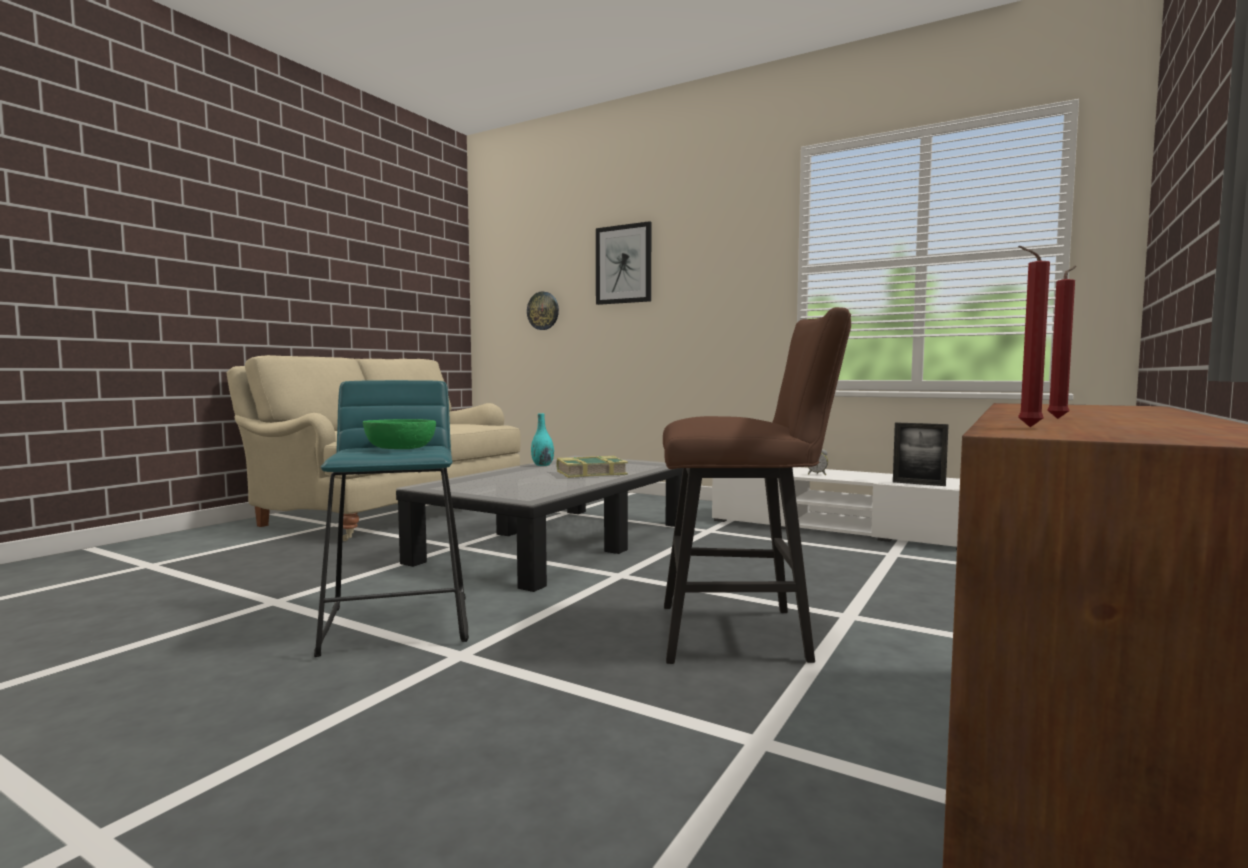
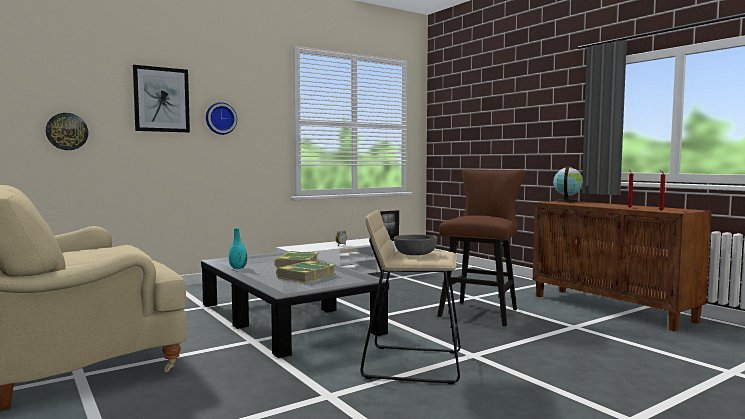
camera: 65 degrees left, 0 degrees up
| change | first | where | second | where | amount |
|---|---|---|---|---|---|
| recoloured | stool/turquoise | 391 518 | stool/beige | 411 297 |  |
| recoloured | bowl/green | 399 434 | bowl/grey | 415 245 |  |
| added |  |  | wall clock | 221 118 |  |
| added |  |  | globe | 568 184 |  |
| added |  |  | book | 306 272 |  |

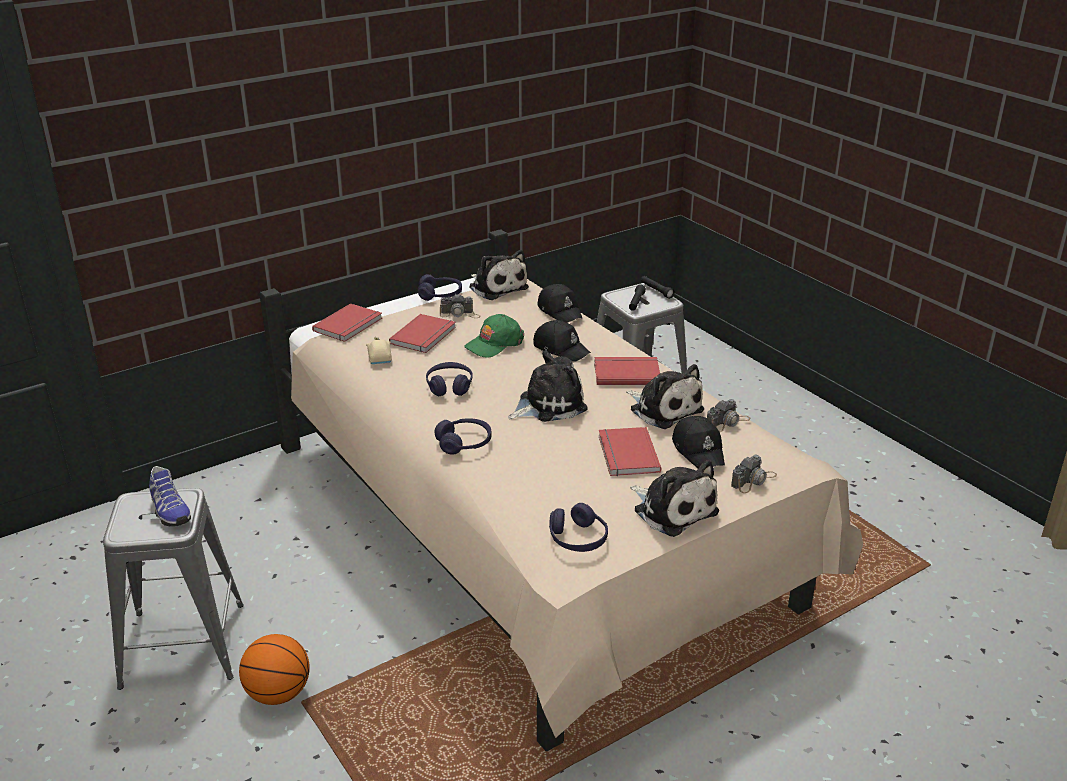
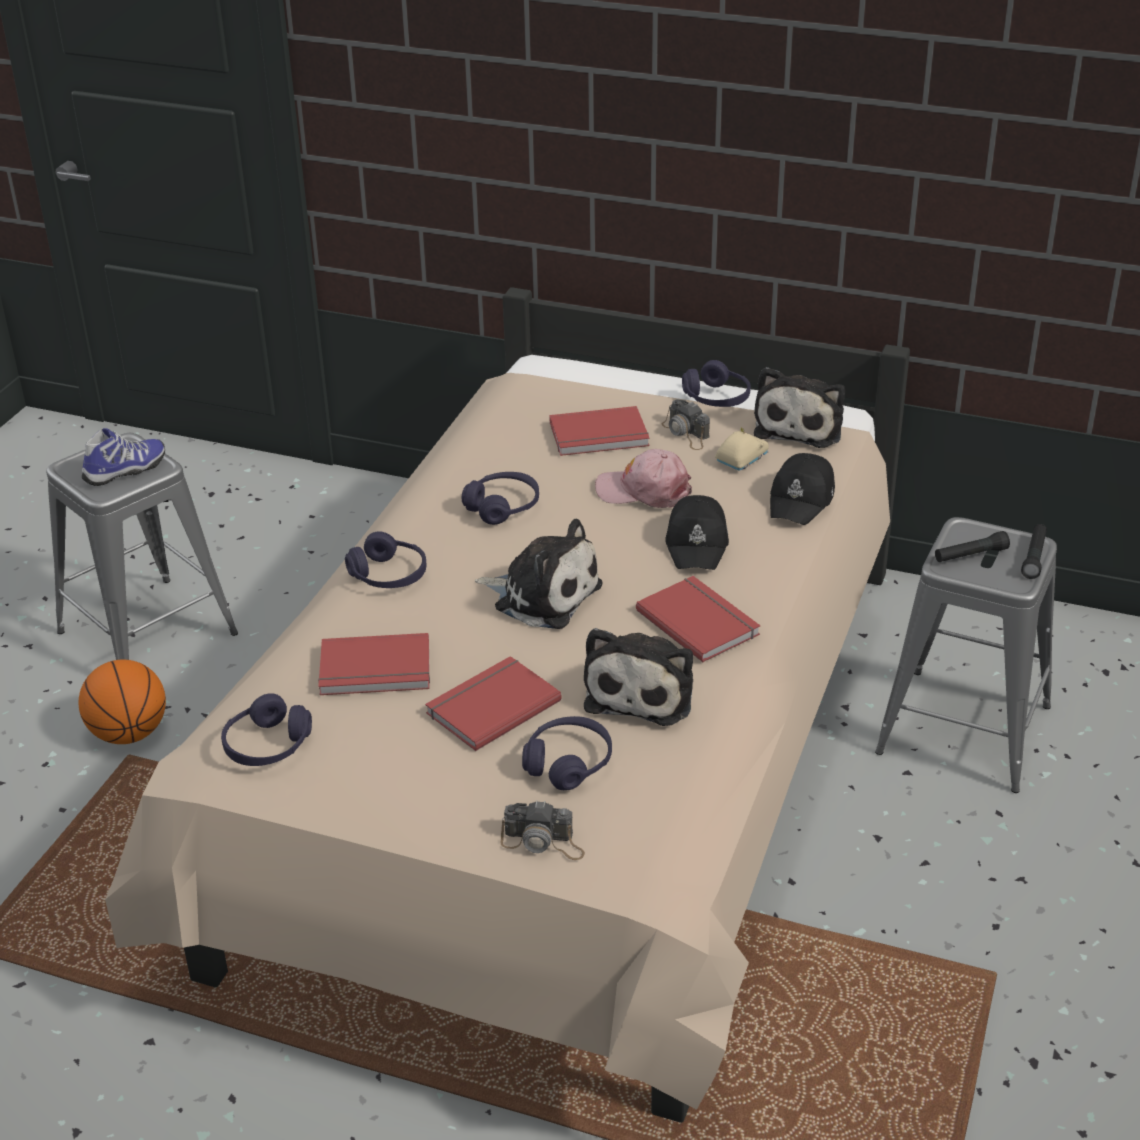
camera: 55 degrees right, 5 degrees up
| change | first | where | second | where | amount |
|---|---|---|---|---|---|
| moved | book/red | 347 322 |  | 374 664 |  |
| recoloured | cap/green | 494 336 | cap/pink | 643 478 |  |
| moved | toy car/beige | 379 350 |  | 742 449 |  |
| removed | photo camera | 729 415 |  |  |  |
| replaced | cap/black | 698 442 | headphones/purple | 567 753 |  |
| removed | plush toy | 674 498 |  |  |  |
| turned | shoe | 170 496 |  | 123 457 | 150 degrees counterclockwise |

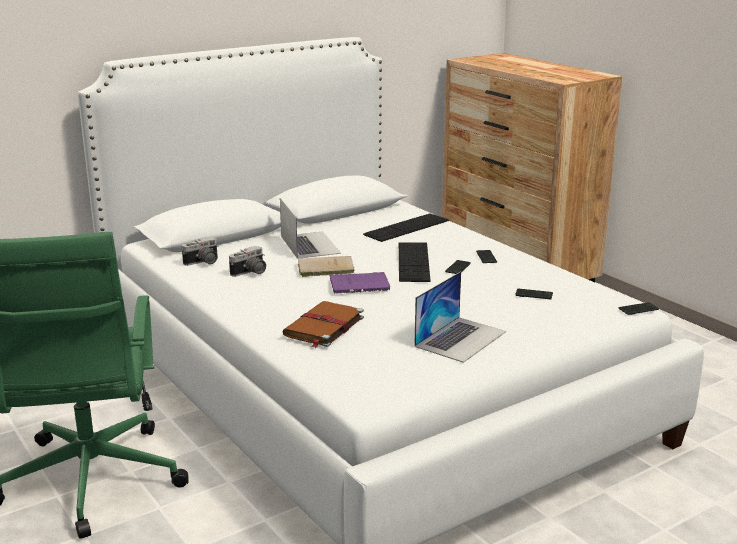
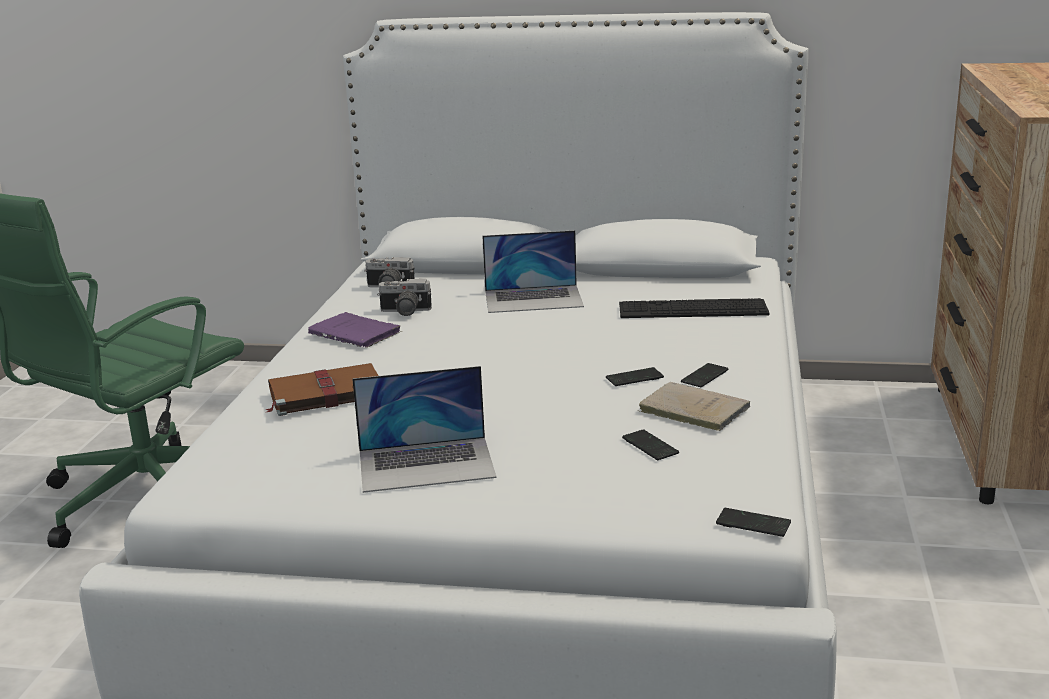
camera: 45 degrees right, 0 degrees up
| change | first | where | second | where | amount |
|---|---|---|---|---|---|
| turned | laptop | 310 228 |  | 533 271 | 60 degrees clockwise |
| removed | keyboard | 414 262 |  |  |  |
| moved | book/beige | 326 266 |  | 694 406 |  |
| moved | book/purple | 359 283 |  | 355 330 |  |

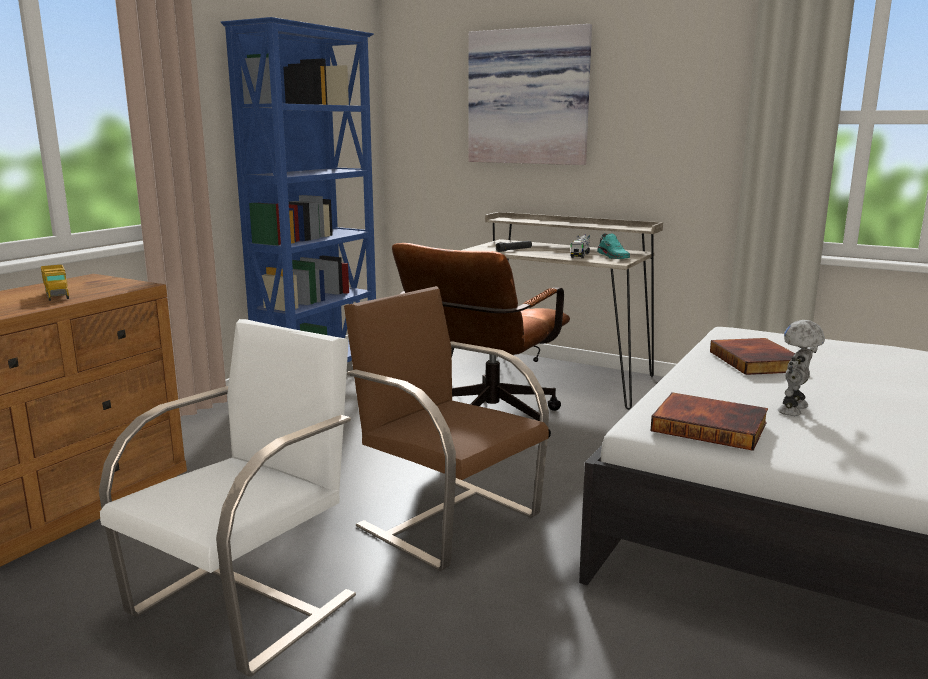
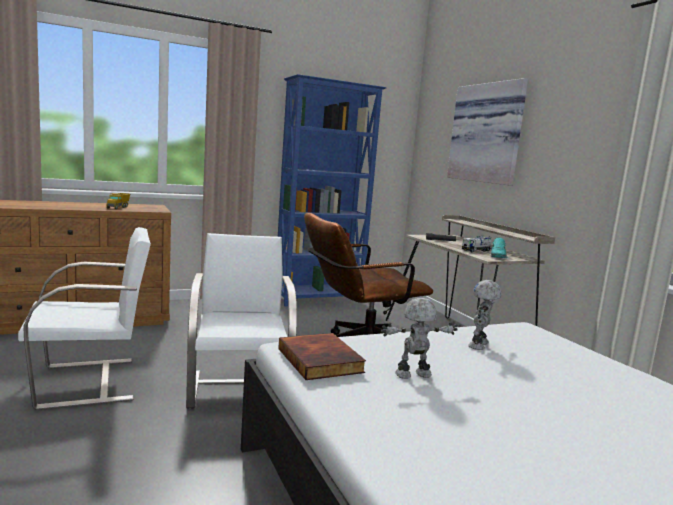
camera: 35 degrees right, 5 degrees down
| change | first | where | second | where | amount |
|---|---|---|---|---|---|
| recoloured | chair/brown | 446 428 | chair/white | 241 321 |  |
| replaced | book | 752 356 | toy robot | 485 315 |  |

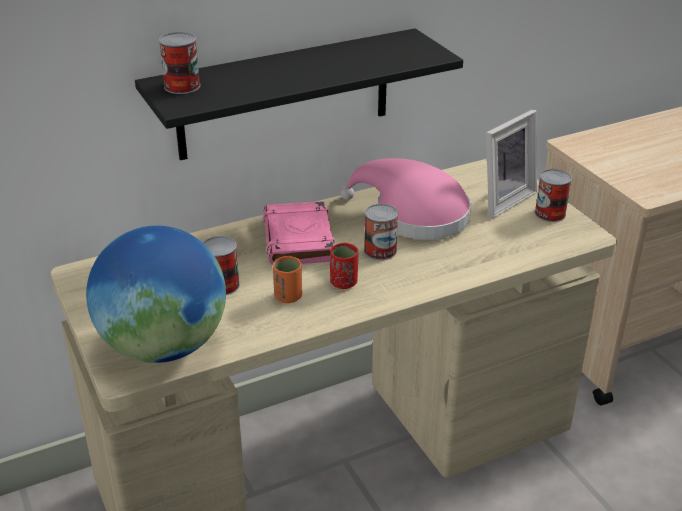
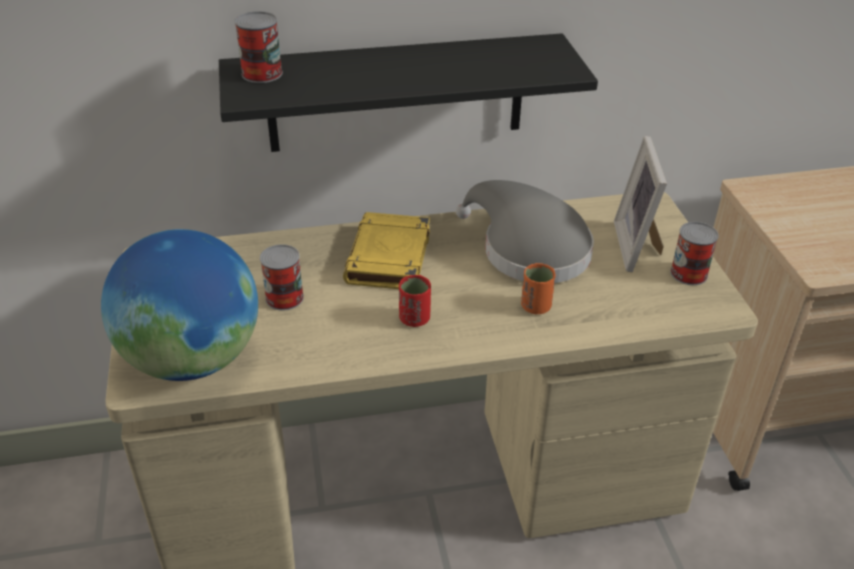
camera: 15 degrees right, 5 degrees up
| change | first | where | second | where | amount |
|---|---|---|---|---|---|
| turned | picture frame | 511 163 |  | 640 204 | 120 degrees clockwise |
| recoloured | hat/pink | 406 199 | hat/grey | 525 231 |  |
| recoloured | book/pink | 298 233 | book/yellow | 386 250 |  |
| removed | can | 381 232 |  |  |  |
| moved | cup/orange | 287 279 |  | 538 288 |  |

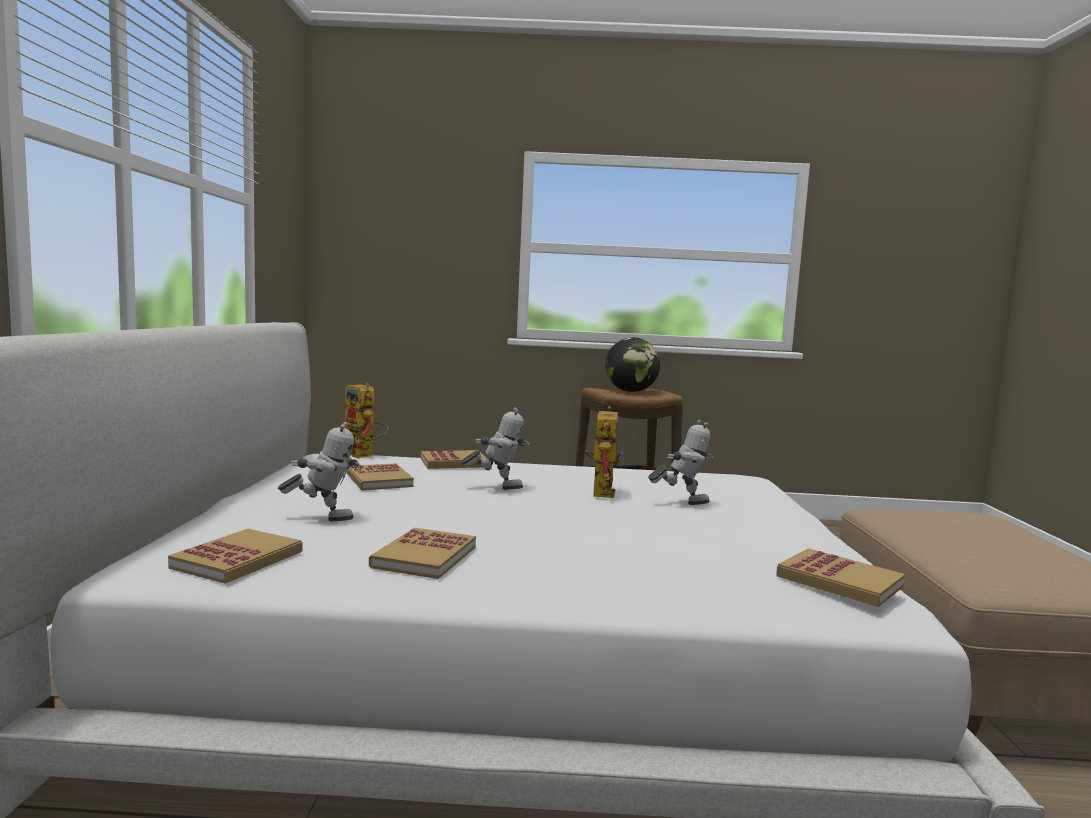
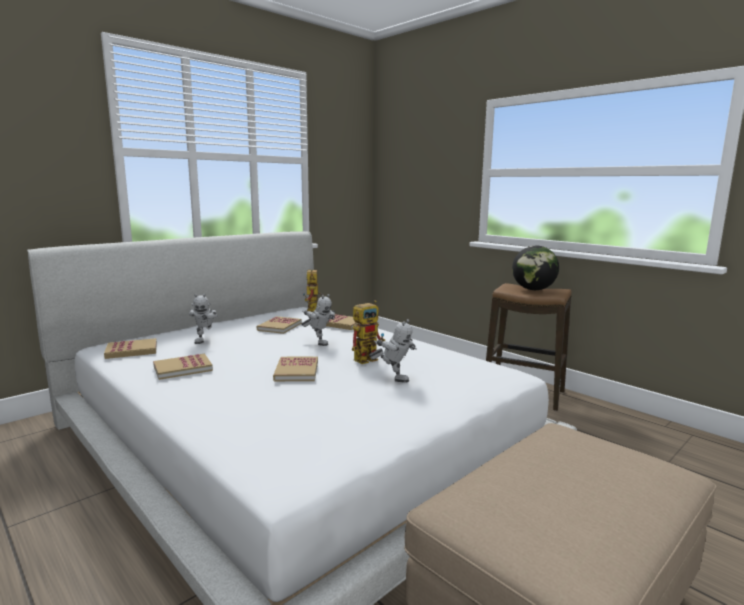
camera: 45 degrees right, 5 degrees up
| change | first | where | second | where | amount |
|---|---|---|---|---|---|
| turned | toy robot | 320 471 |  | 203 319 | 45 degrees clockwise |
| moved | book | 840 577 |  | 295 368 |  |

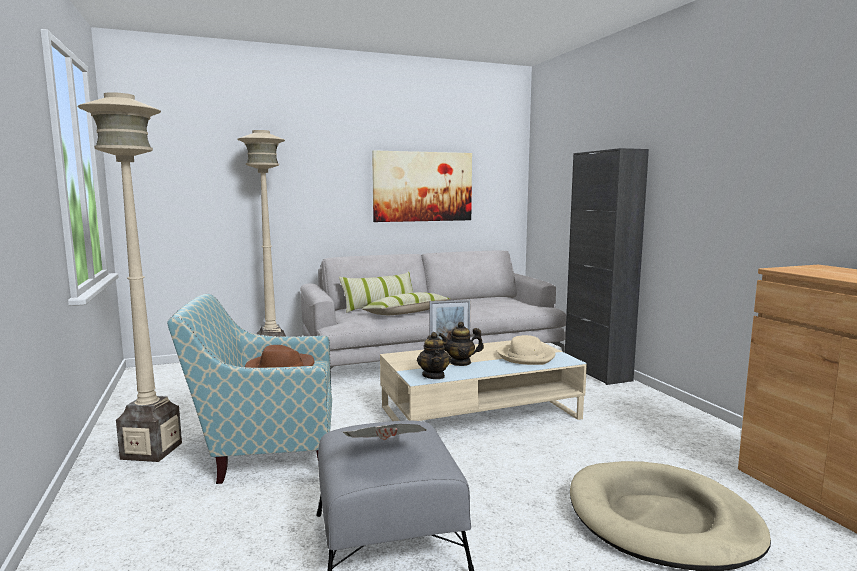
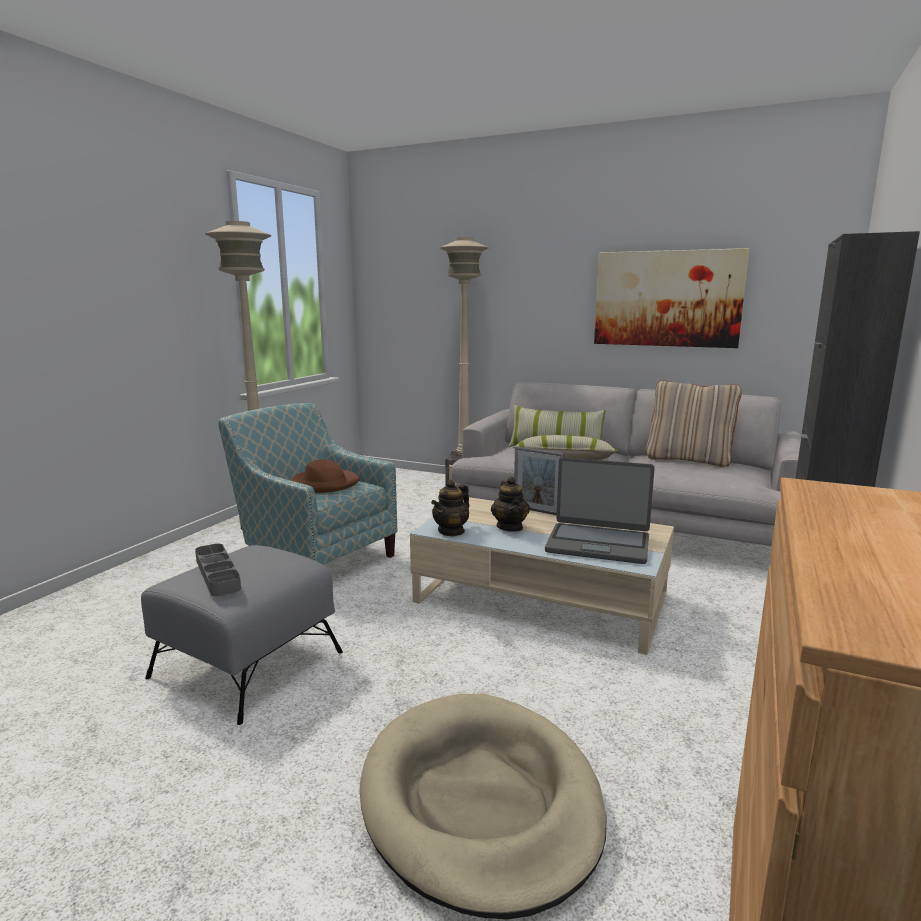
camera: 45 degrees right, 5 degrees up
| change | first | where | second | where | amount |
|---|---|---|---|---|---|
| turned | teapot | 461 344 |  | 510 504 | 135 degrees counterclockwise |
| replaced | hat/beige | 526 350 | laptop | 600 510 |  |
| replaced | newspaper | 384 432 | tray/grey | 218 570 |  |
| added |  |  | pillow/beige | 694 423 |  |

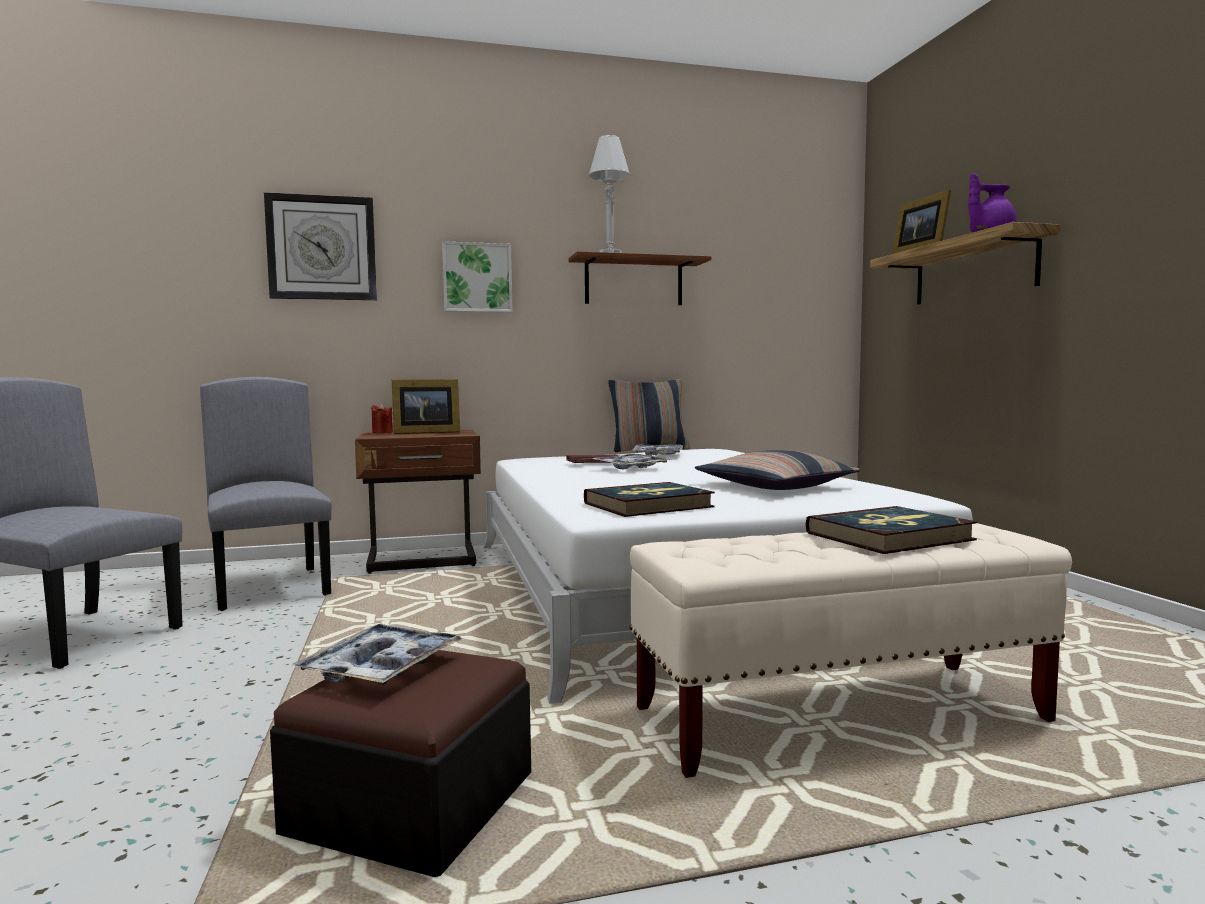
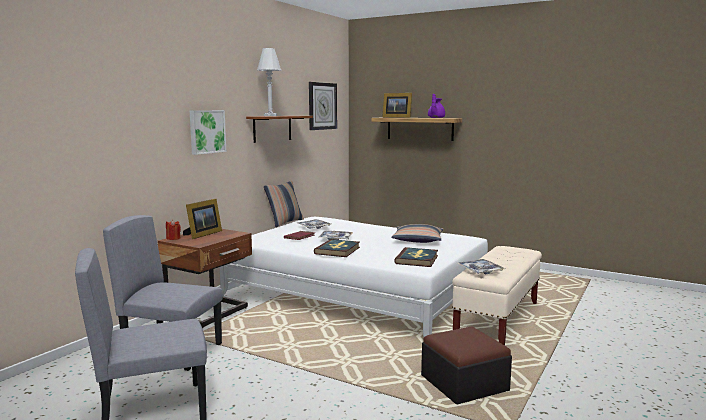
camera: 45 degrees left, 5 degrees up
| change | first | where | second | where | amount |
|---|---|---|---|---|---|
| moved | wall clock | 320 246 |  | 323 106 |  |
| moved | book | 891 530 |  | 337 248 |  |
| moved | tray | 377 654 |  | 481 266 |  |

